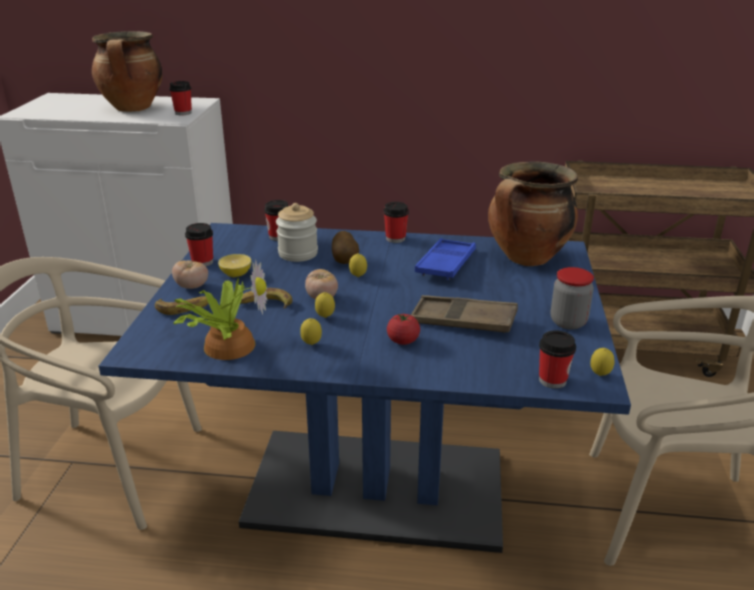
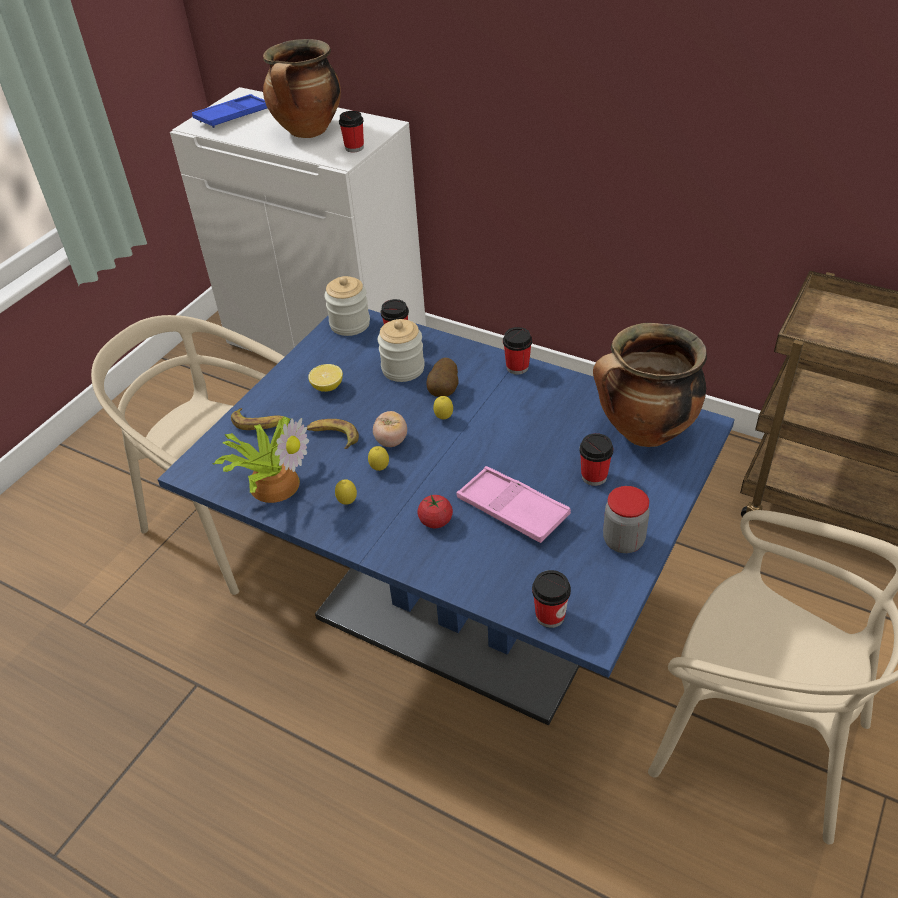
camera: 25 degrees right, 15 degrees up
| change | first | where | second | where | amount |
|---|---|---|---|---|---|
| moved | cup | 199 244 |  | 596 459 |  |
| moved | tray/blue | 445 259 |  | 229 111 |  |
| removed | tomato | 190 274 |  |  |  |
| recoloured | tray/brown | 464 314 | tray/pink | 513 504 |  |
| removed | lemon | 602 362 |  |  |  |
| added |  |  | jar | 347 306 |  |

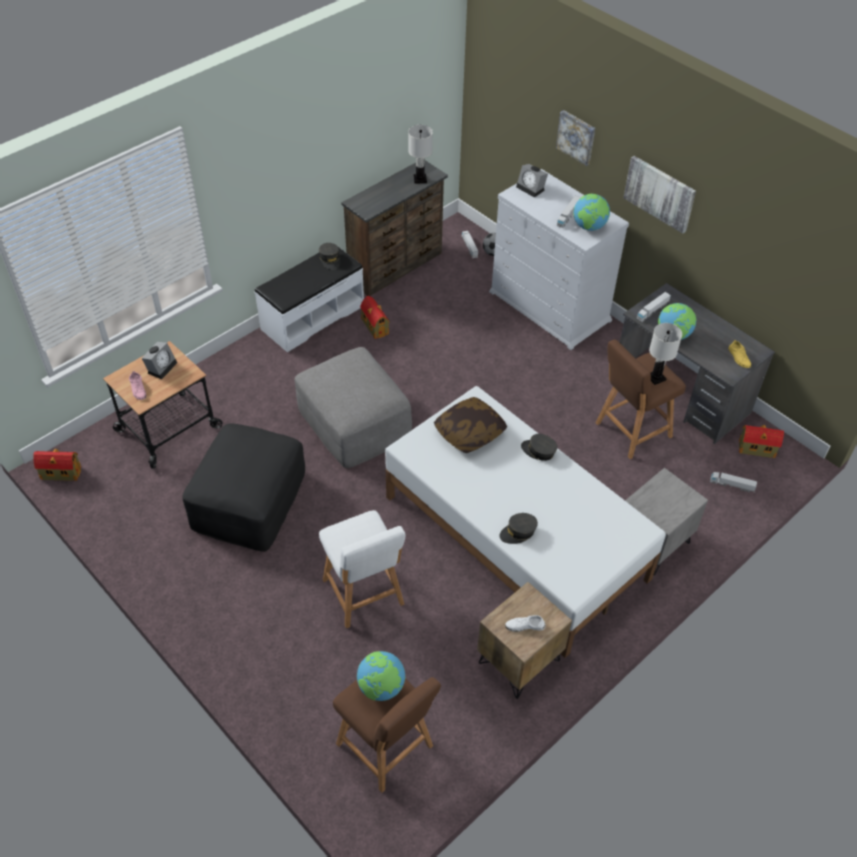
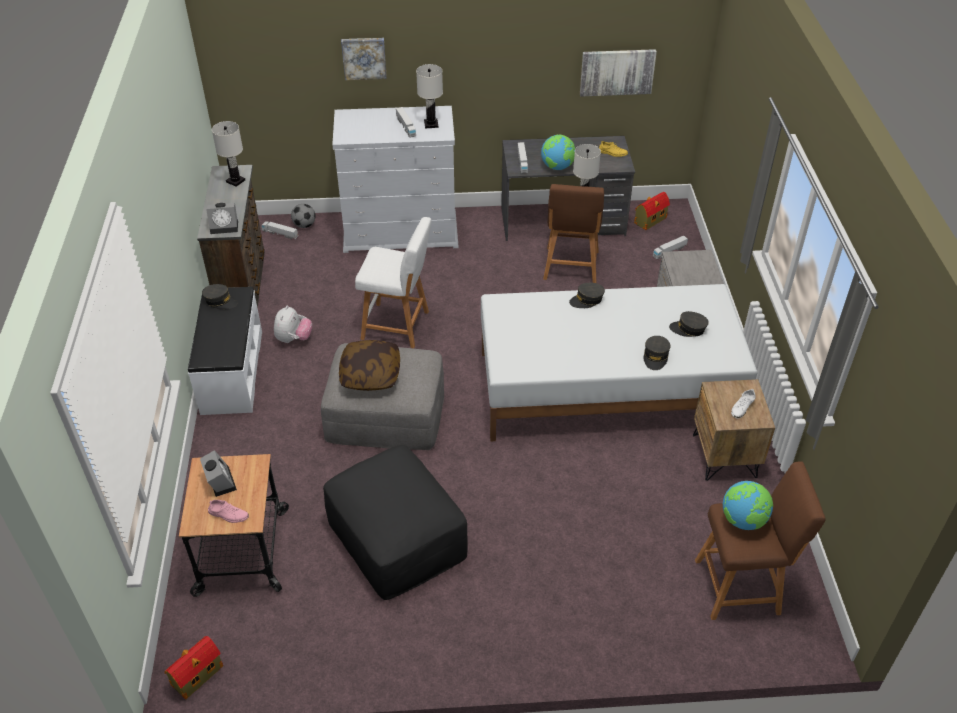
camera: 50 degrees left, 5 degrees down
| change | first | where | second | where | amount |
|---|---|---|---|---|---|
| moved | picture | 659 195 |  | 618 73 |  |
| moved | alarm clock | 532 181 |  | 222 218 |  |
| replaced | globe | 591 212 | table lamp/white | 429 96 |  |
| replaced | toy house | 375 317 | plush toy | 293 324 |  |
| moved | pillow | 470 425 |  | 369 365 |  |
| moved | stool/white | 362 569 |  | 393 282 |  |
| added |  |  | cap/grey | 689 324 |  |

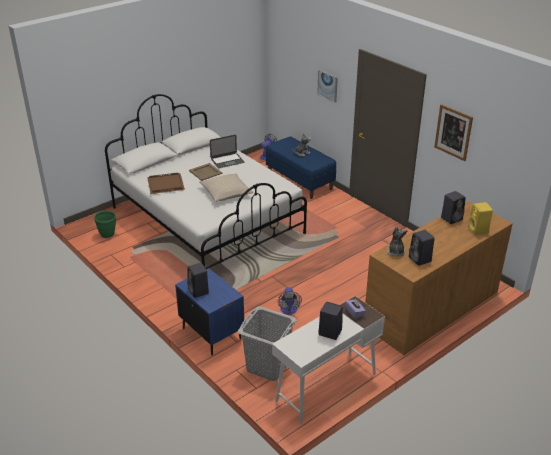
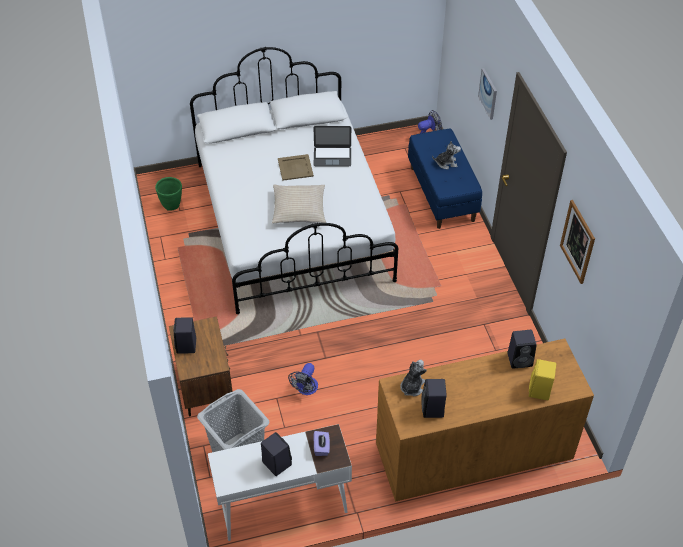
camera: 25 degrees right, 15 degrees up
| change | first | where | second | where | amount |
|---|---|---|---|---|---|
| removed | tray/brown | 166 183 |  |  |  |
| recoloured | nightstand/blue | 209 311 | nightstand/brown | 201 366 |  |

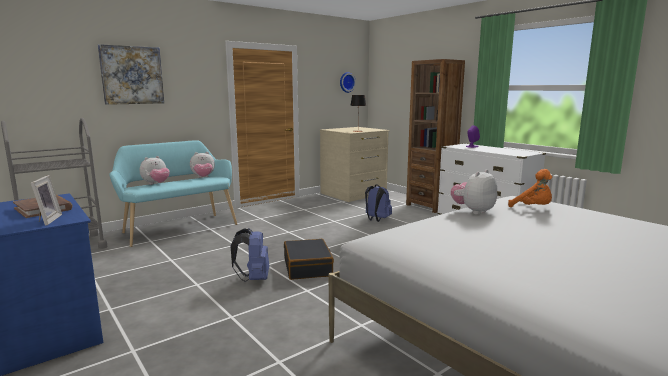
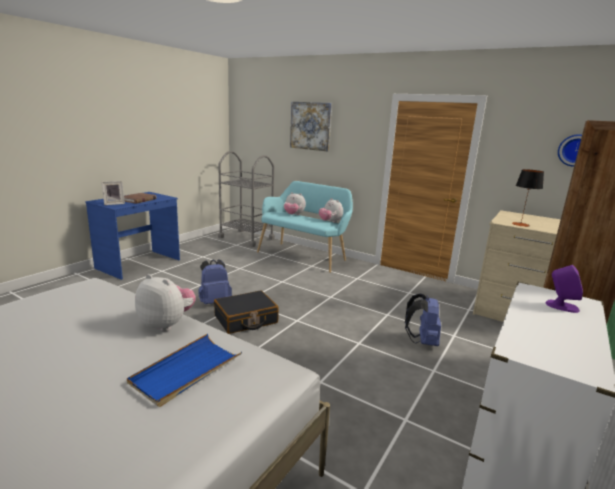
camera: 70 degrees right, 5 degrees up
| change | first | where | second | where | amount |
|---|---|---|---|---|---|
| replaced | plush toy/orange | 530 188 | tray/blue | 184 370 |  |

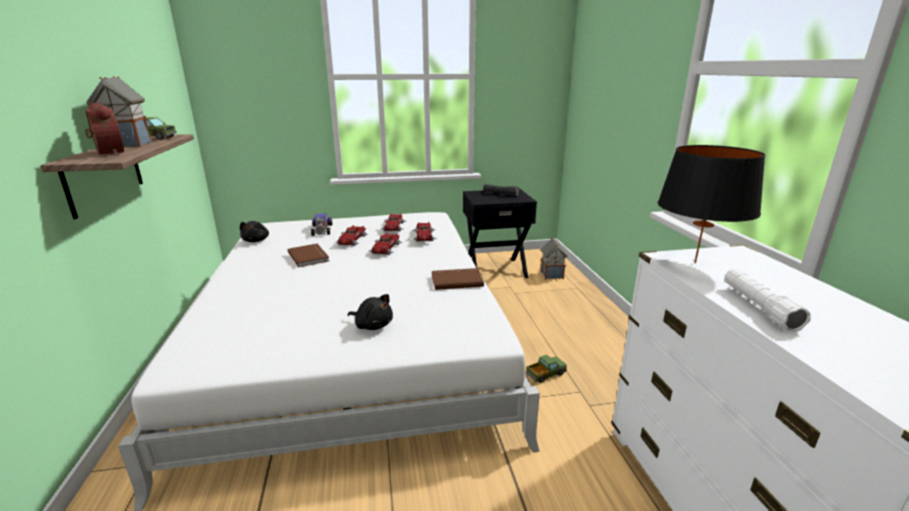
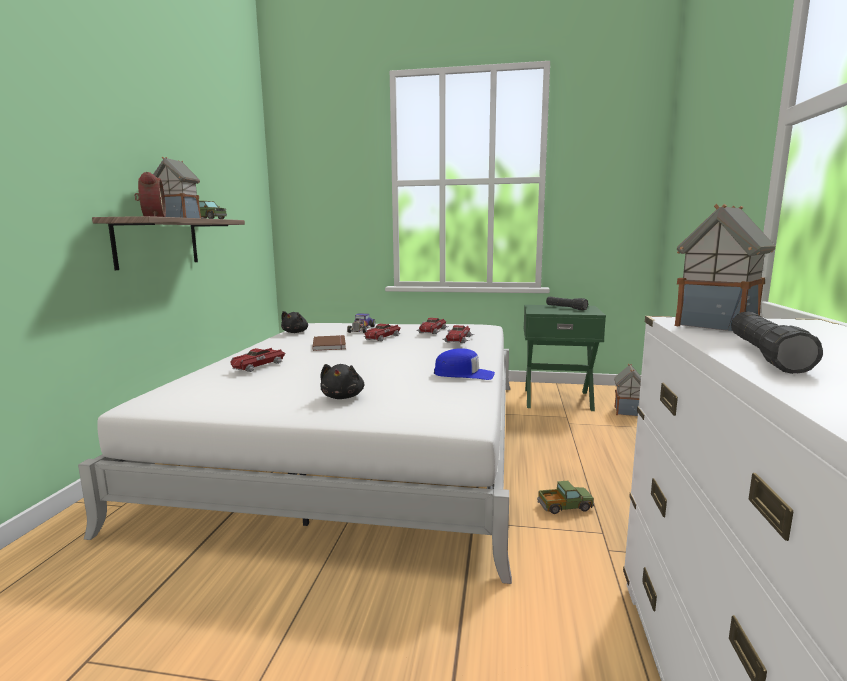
camera: 20 degrees right, 10 degrees down
| change | first | where | second | where | amount |
|---|---|---|---|---|---|
| replaced | table lamp/black | 712 204 | toy house | 725 267 |  |
| recoloured | nightstand/black | 500 233 | nightstand/green | 564 358 |  |
| moved | toy car | 385 244 |  | 257 360 |  |
| replaced | book/brown | 458 279 | cap/blue | 464 364 |  |
| recoloured | flashlight/white | 768 300 | flashlight/black | 777 342 |  |
| turned | plush toy/black | 370 312 |  | 342 381 | 45 degrees clockwise |

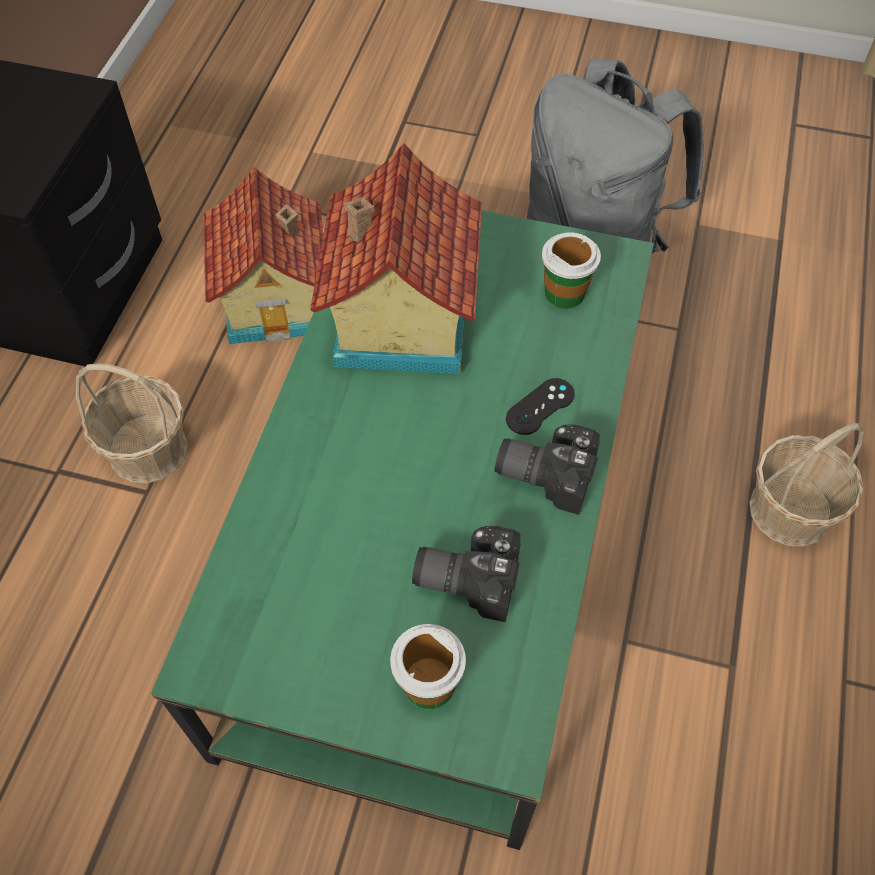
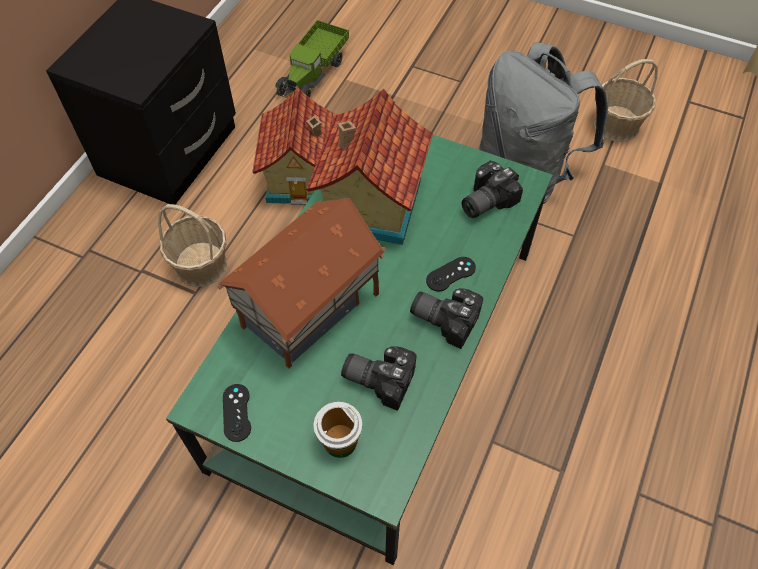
camera: 10 degrees right, 0 degrees up
| change | first | where | second | where | amount |
|---|---|---|---|---|---|
| replaced | cup | 571 270 | photo camera | 492 189 |  |
| moved | basket | 807 485 |  | 626 100 |  |
| added |  |  | toy truck | 312 59 |  |
| added |  |  | toy house | 301 283 |  |
| added |  |  | game controller/black | 237 413 |  |

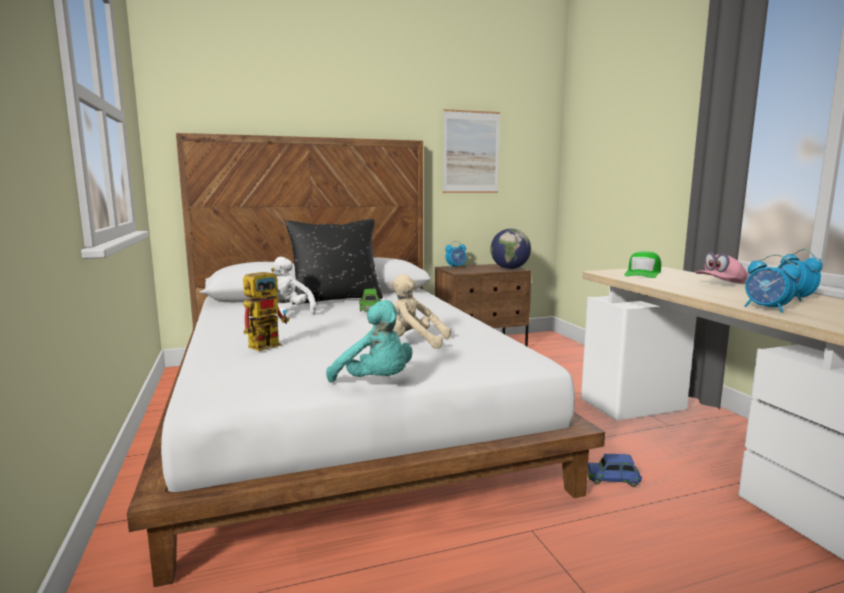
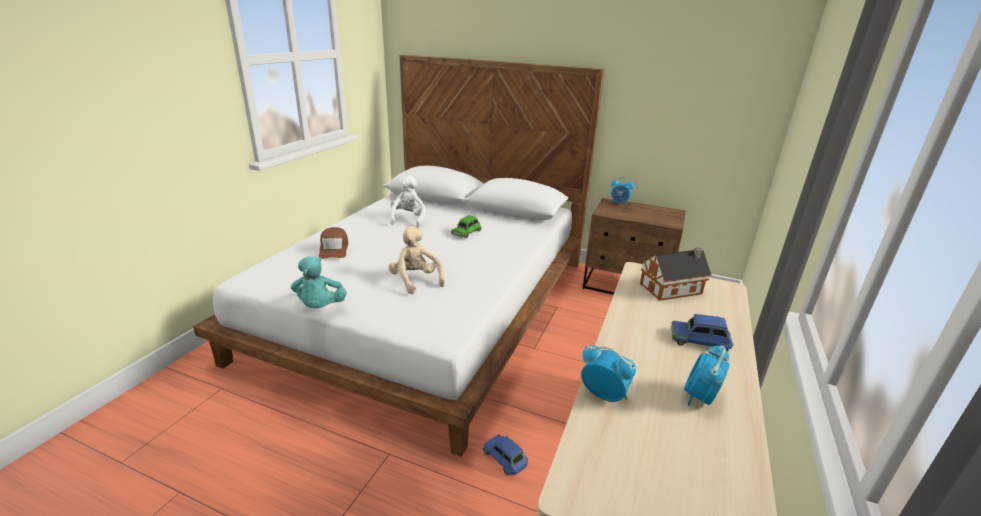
camera: 40 degrees right, 15 degrees up
| change | first | where | second | where | amount |
|---|---|---|---|---|---|
| removed | picture | 471 151 |  |  |  |
| removed | pillow/black | 334 262 |  |  |  |
| removed | globe | 511 248 |  |  |  |
| replaced | cap/green | 642 264 | toy house | 676 274 |  |
| replaced | cap/pink | 722 268 | toy car/blue | 702 332 |  |
| turned | alarm clock | 773 283 |  | 608 373 | 120 degrees clockwise |
| replaced | toy robot | 266 309 | cap/brown | 333 243 |  |

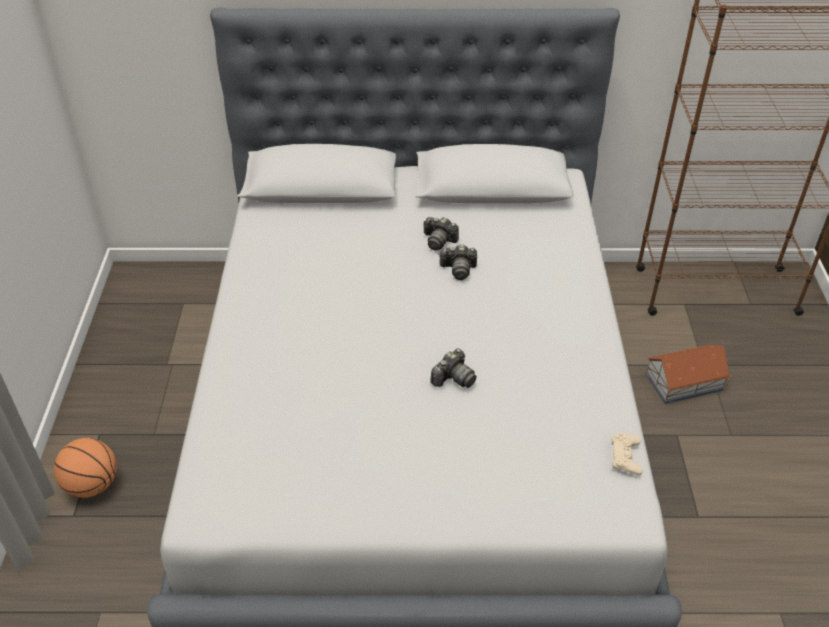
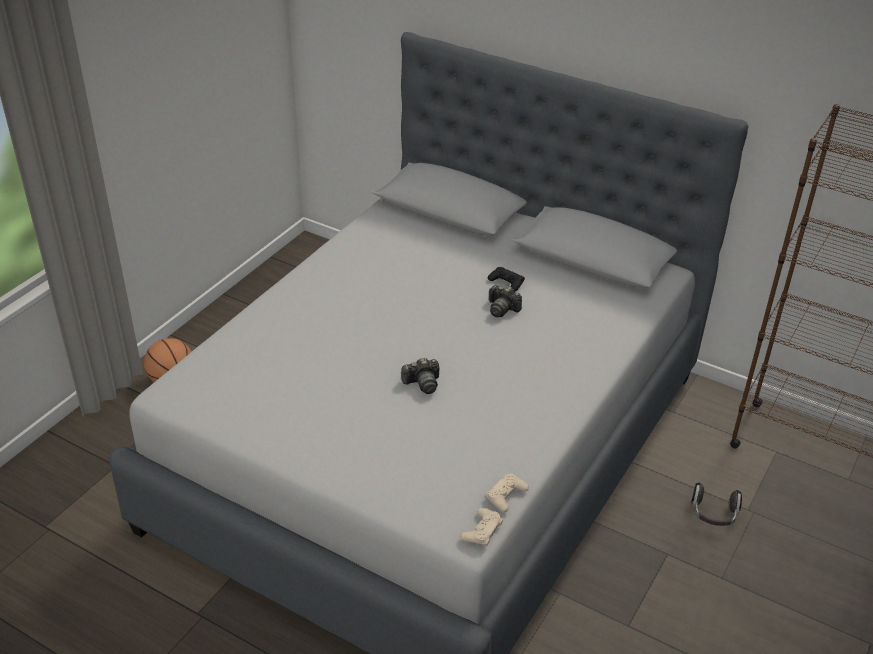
camera: 30 degrees right, 5 degrees down
| change | first | where | second | where | amount |
|---|---|---|---|---|---|
| replaced | photo camera | 441 234 | game controller/black | 506 279 |  |
| replaced | toy house | 688 374 | headphones | 716 504 |  |
| added |  |  | game controller/beige | 481 527 |  |

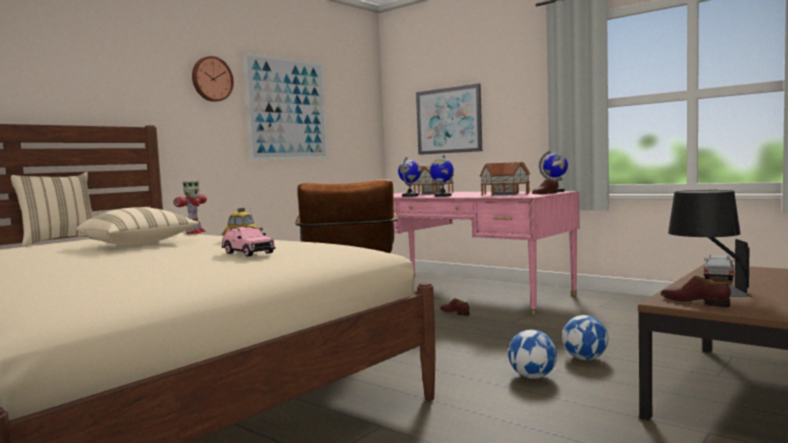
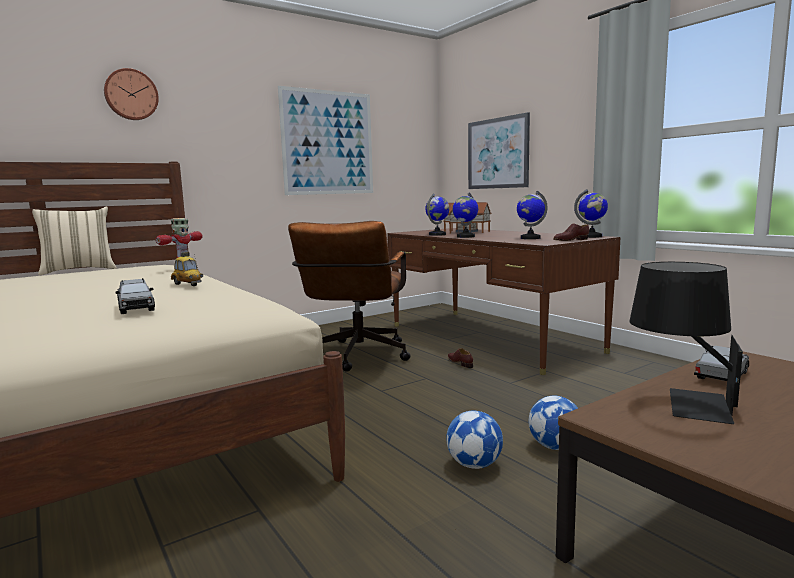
camera: 15 degrees right, 5 degrees up
| change | first | where | second | where | amount |
|---|---|---|---|---|---|
| moved | wall clock | 213 79 |  | 131 94 |  |
| replaced | toy house | 505 179 | globe | 532 215 |  |
| recoloured | desk/pink | 486 253 | desk/brown | 503 301 |  |
| removed | pillow/beige | 137 226 |  |  |  |
| recoloured | toy car/pink | 249 241 | toy car/grey | 135 296 |  |
| removed | shoe/brown | 696 291 |  |  |  |

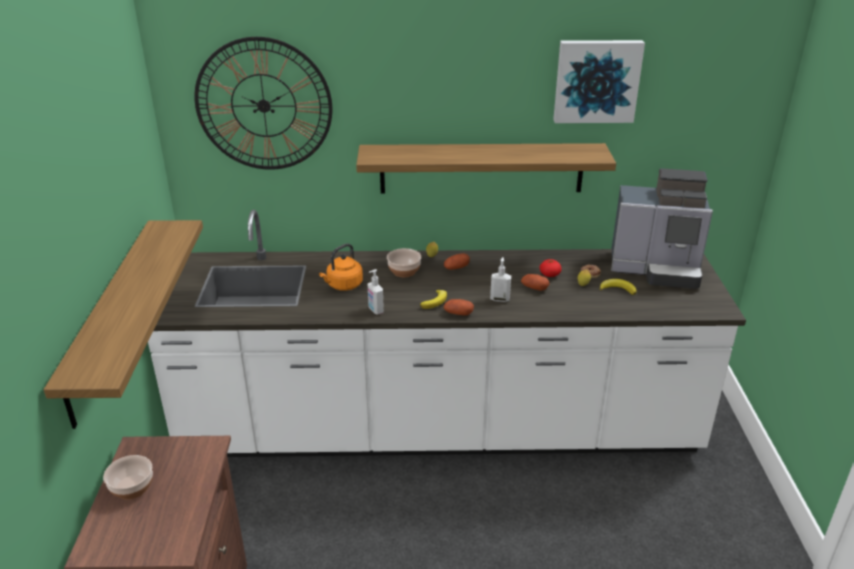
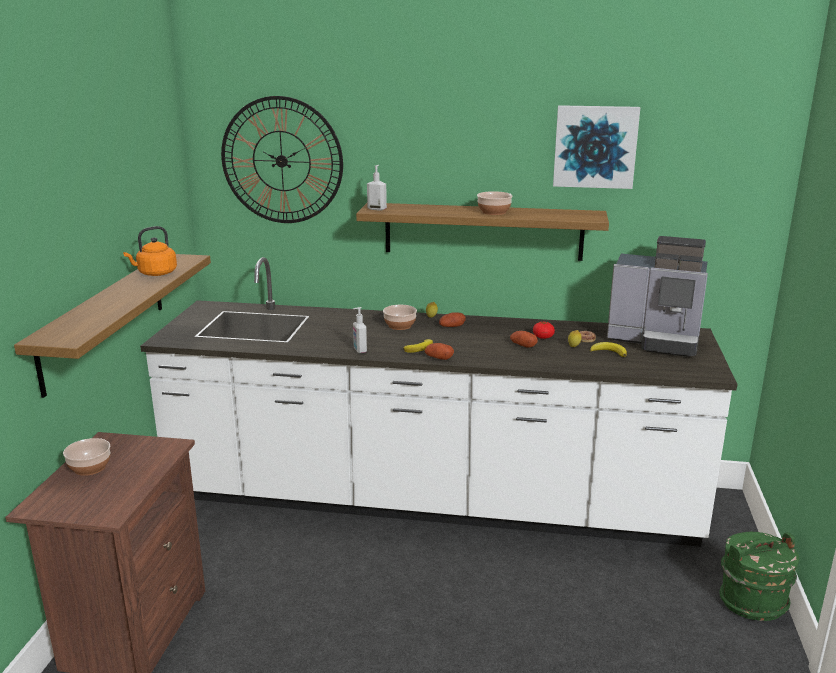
camera: 10 degrees right, 10 degrees down
| change | first | where | second | where | amount |
|---|---|---|---|---|---|
| moved | kettle/orange | 341 267 |  | 150 251 |  |
| moved | soap dispenser | 500 279 |  | 377 188 |  |
| added |  |  | bowl | 494 203 |  |
| added |  |  | bucket/green | 759 576 |  |

